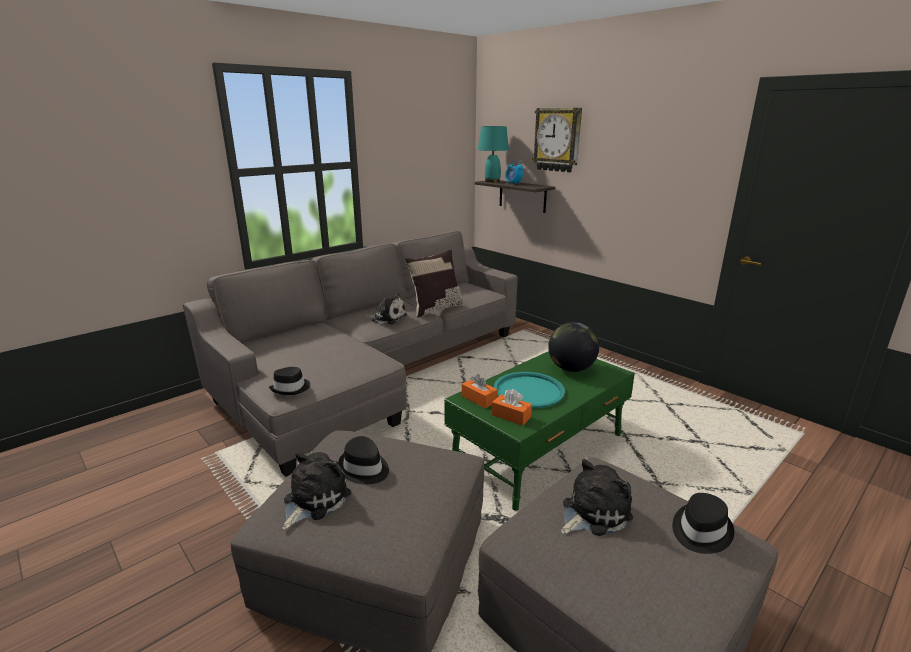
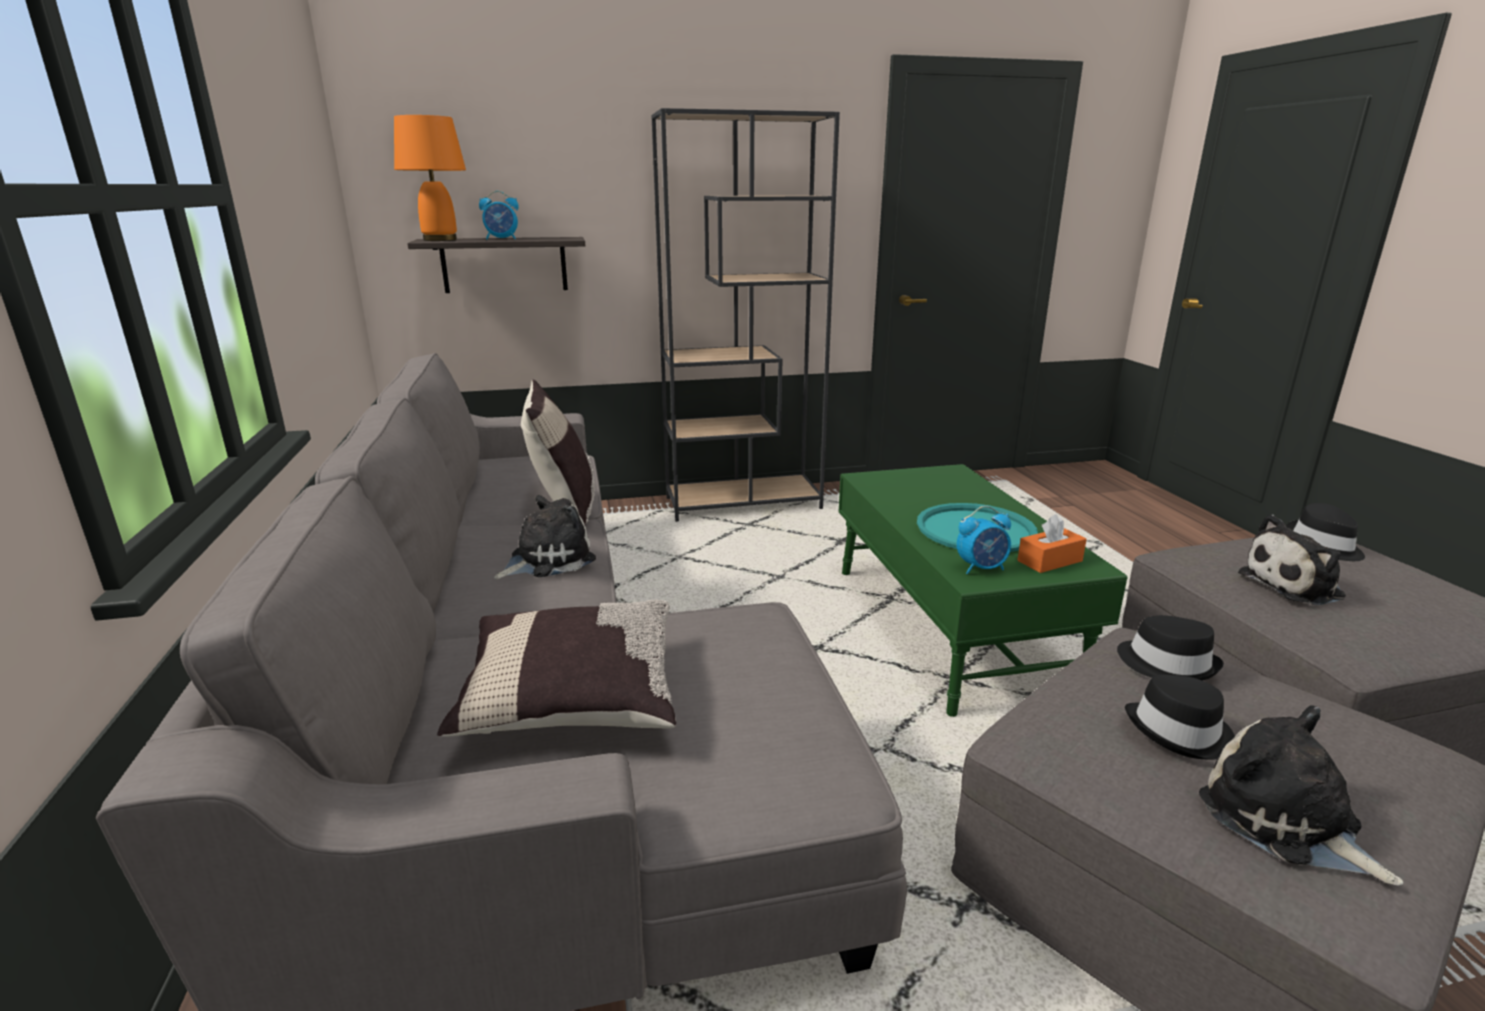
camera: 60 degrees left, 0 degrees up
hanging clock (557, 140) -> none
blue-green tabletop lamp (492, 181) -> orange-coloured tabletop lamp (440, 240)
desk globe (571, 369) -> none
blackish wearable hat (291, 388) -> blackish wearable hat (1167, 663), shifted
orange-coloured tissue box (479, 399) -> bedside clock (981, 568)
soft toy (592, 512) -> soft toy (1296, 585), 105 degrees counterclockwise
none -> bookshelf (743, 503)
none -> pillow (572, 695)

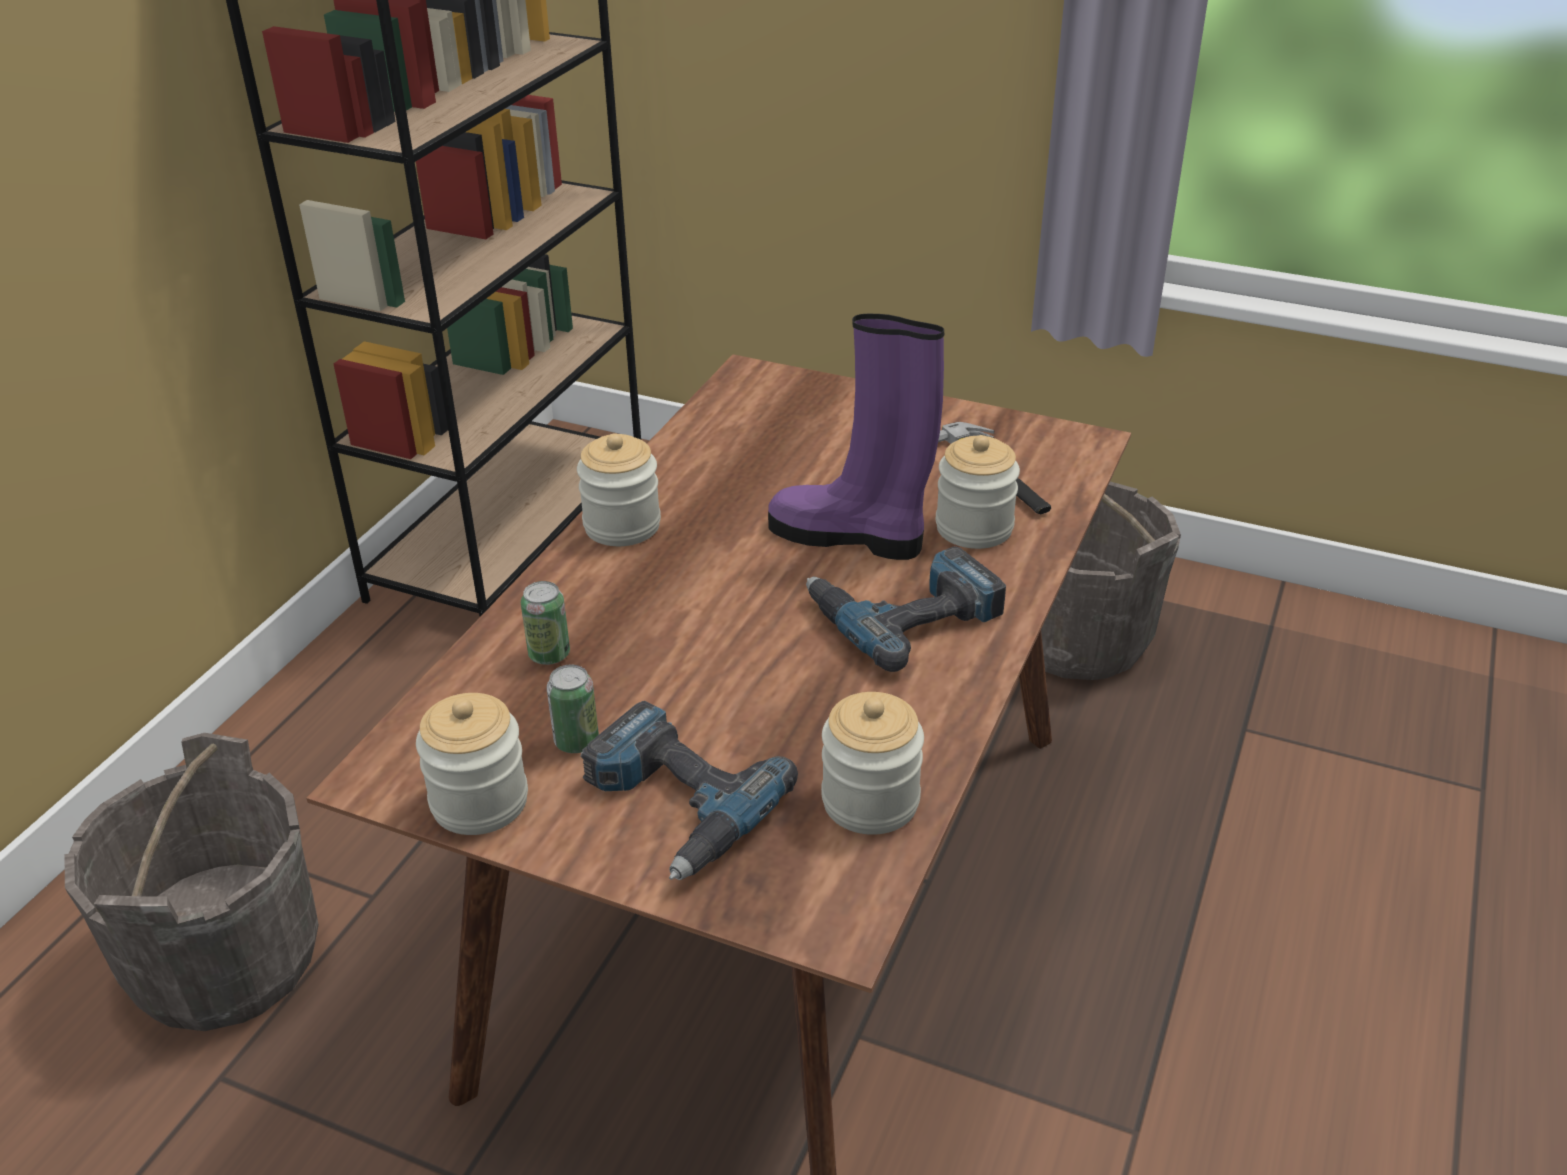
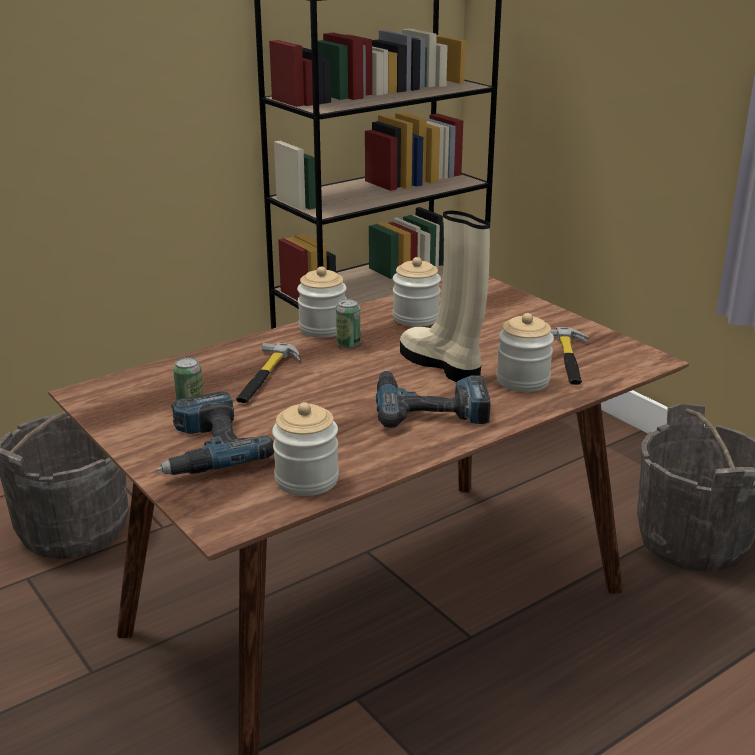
camera: 30 degrees right, 10 degrees down
purplish high-top boot (850, 536) -> sand-coloured high-top boot (442, 365)
sealed can (549, 654) -> sealed can (348, 344), shifted
storage jar (479, 802) -> storage jar (416, 318), shifted
none -> hammer (265, 377)

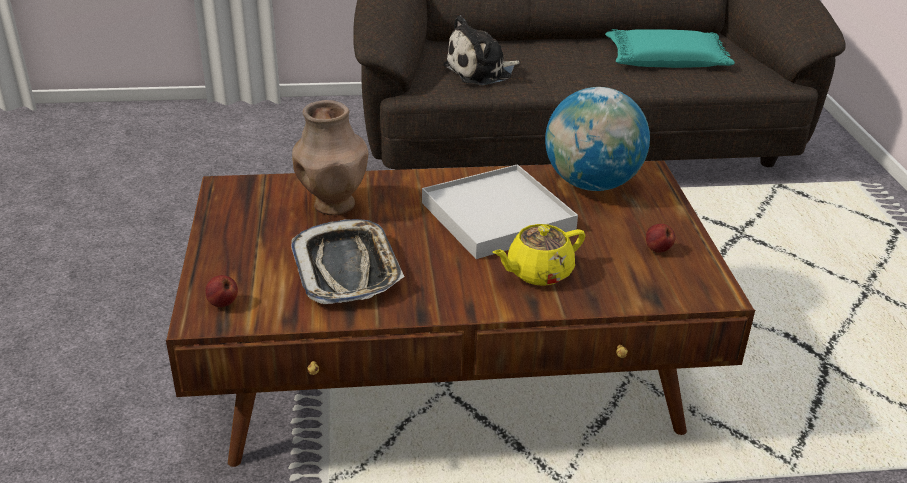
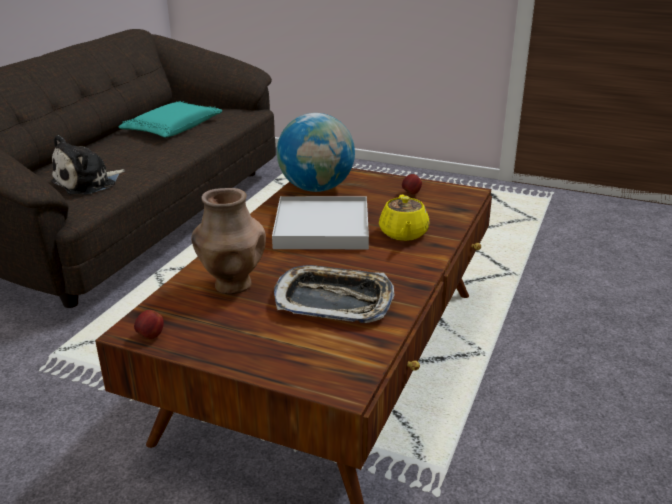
camera: 60 degrees left, 5 degrees down
soft toy (481, 72) -> soft toy (88, 183), 45 degrees clockwise
whole apple (222, 303) -> whole apple (150, 336), shifted

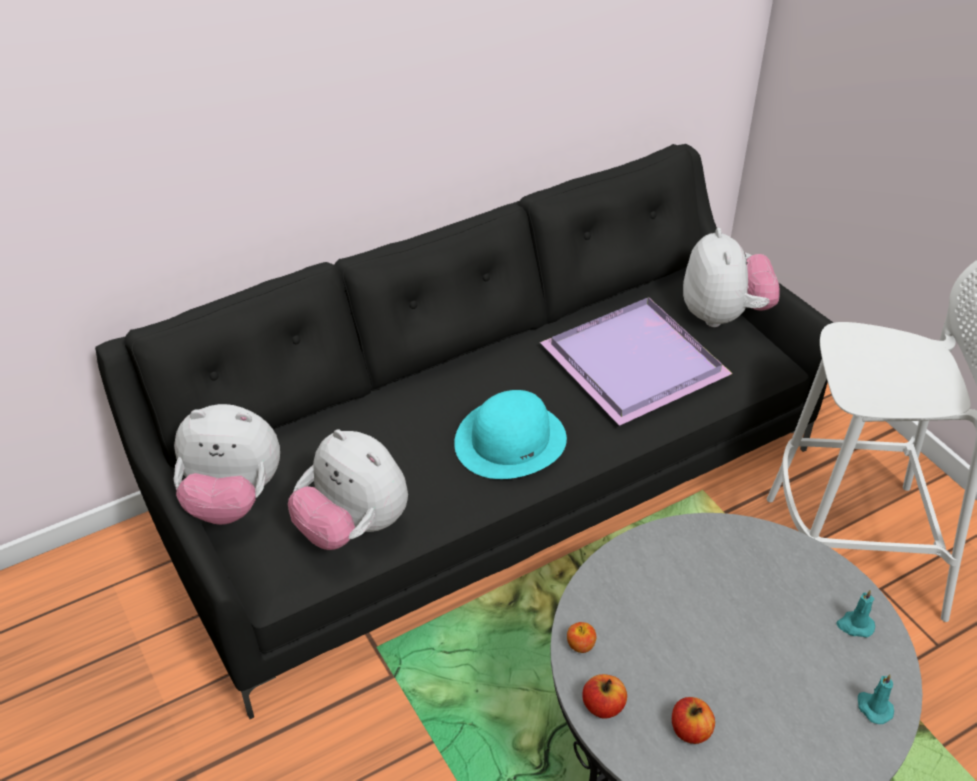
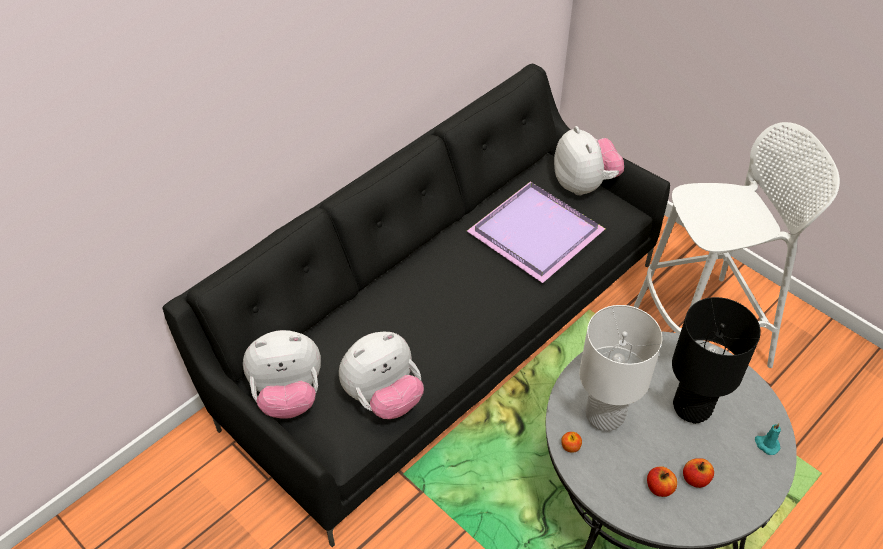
camera: 15 degrees left, 5 degrees up
blue-green wearable hat (510, 440) -> none
soft toy (352, 527) -> soft toy (383, 397), 60 degrees counterclockwise
blue-green candle (855, 625) -> none
whole apple (603, 706) -> whole apple (695, 479), shifted
none -> blackish tabletop lamp (690, 410)
none -> whitish tabletop lamp (604, 417)

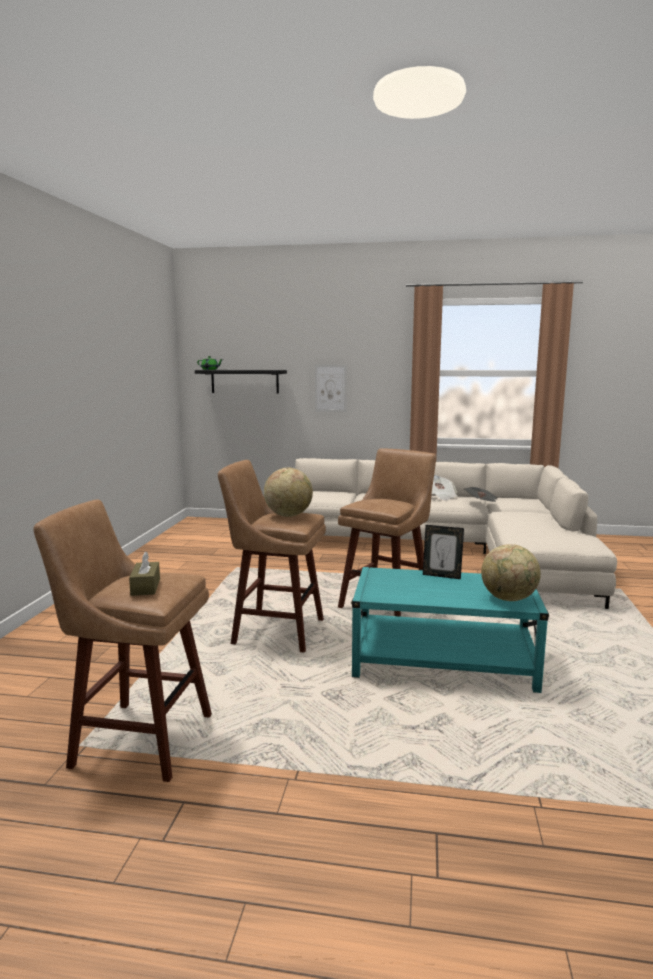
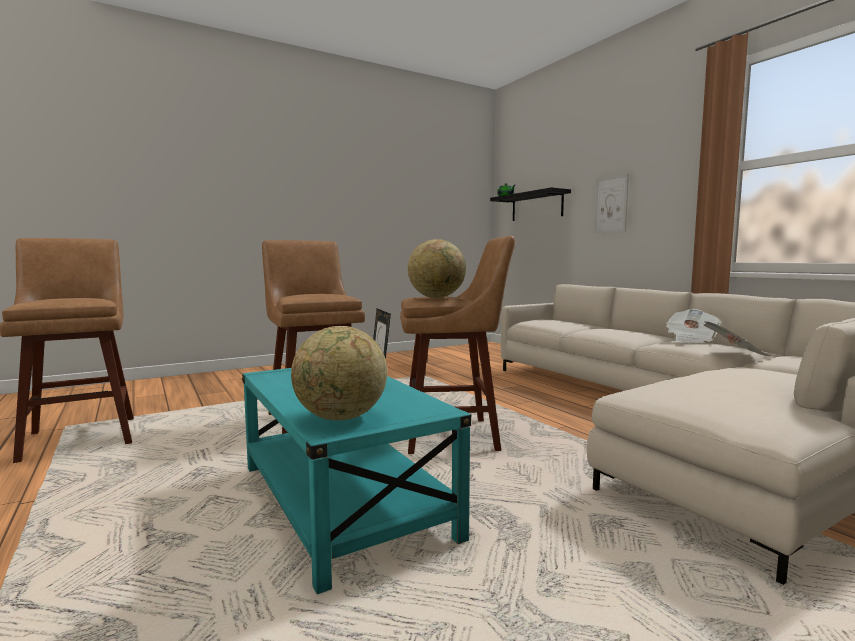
camera: 50 degrees right, 5 degrees down
desk globe (288, 515) -> desk globe (437, 297), shifted
brownish tissue box (145, 587) -> none

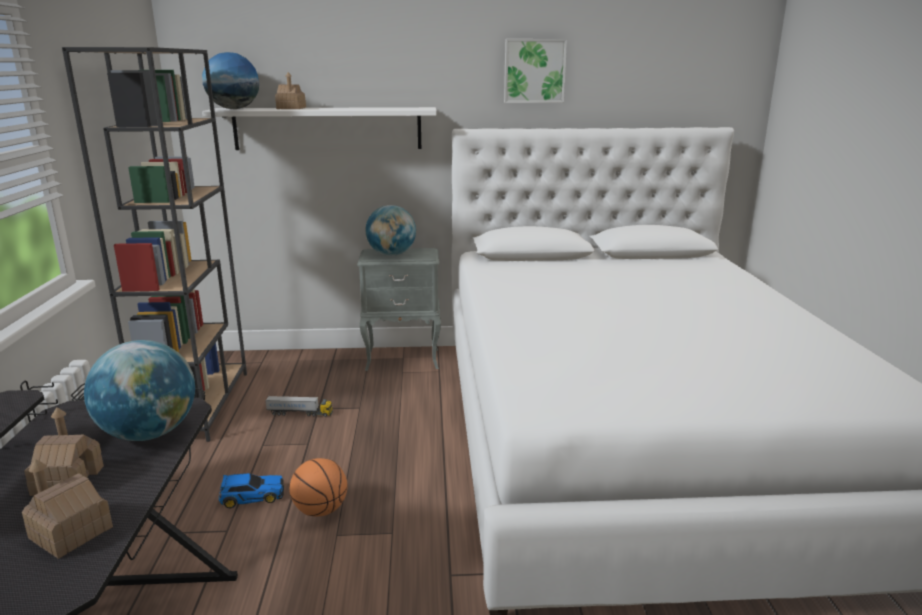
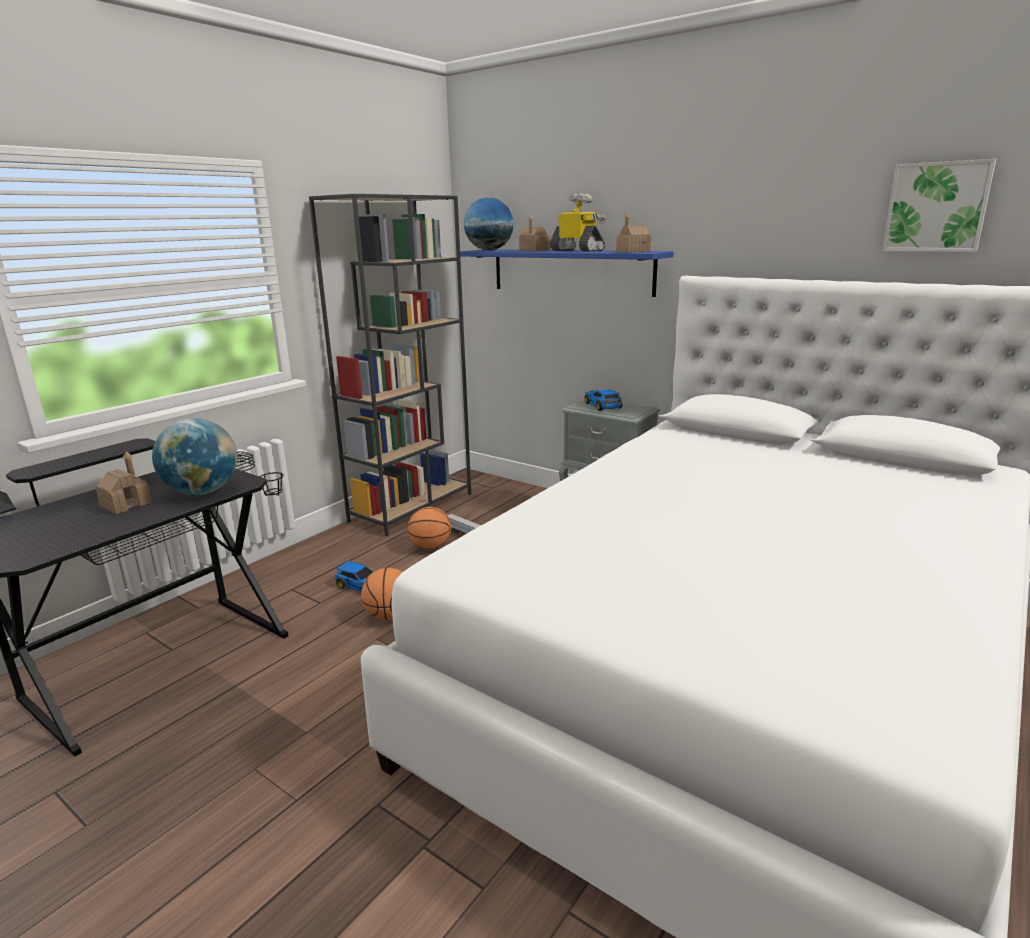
camera: 40 degrees right, 0 degrees up
wall picture (534, 71) -> wall picture (936, 207), shifted
whitish wall shelf (327, 128) -> bluish wall shelf (570, 271)
desk globe (391, 254) -> miniature car (602, 406)
miniature house (71, 533) -> miniature house (632, 251), shifted
none -> toy robot (578, 250)
none -> basketball (430, 547)

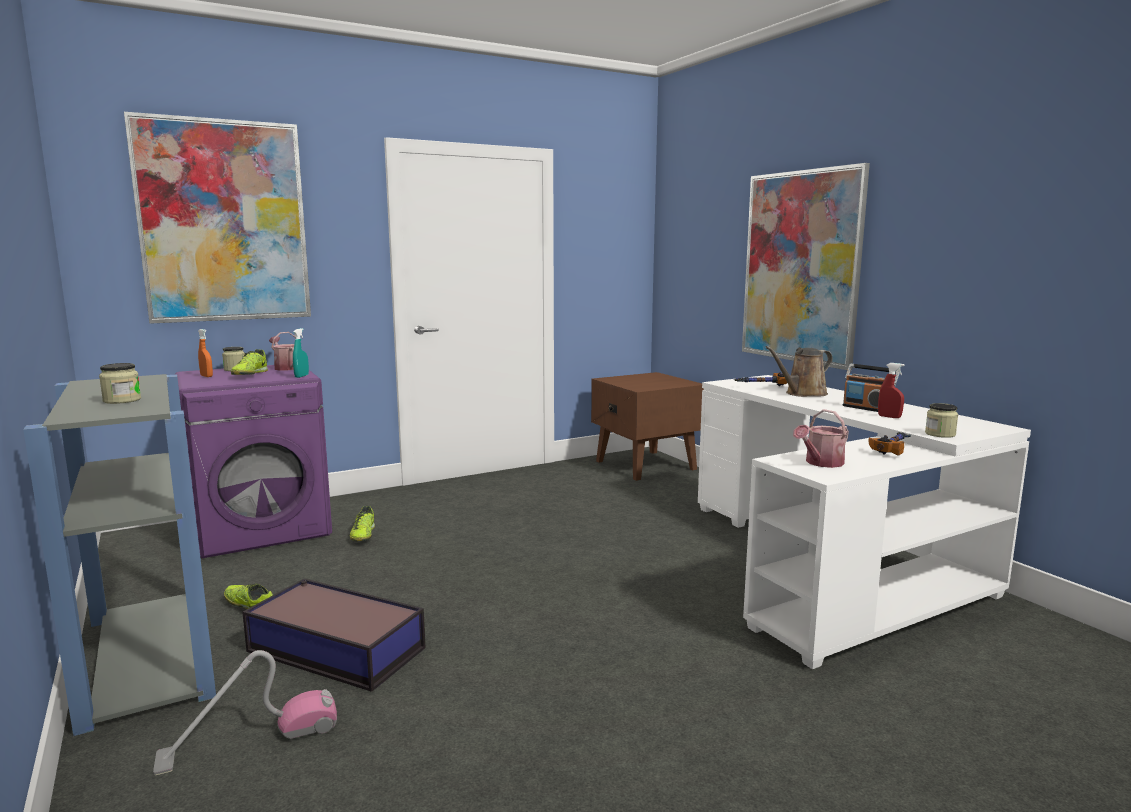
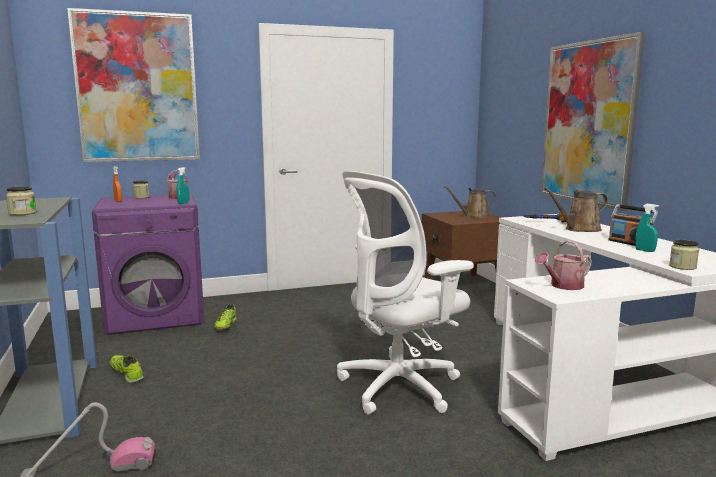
camera: 10 degrees right, 0 degrees up
shoe (249, 375) -> none
red-coloured hand sprayer (889, 417) -> blue-green hand sprayer (645, 251)
hammer (892, 448) -> none
storage bin (335, 648) -> none
none -> whitish desk chair (403, 383)
none -> brownish sprinkling can (473, 216)

